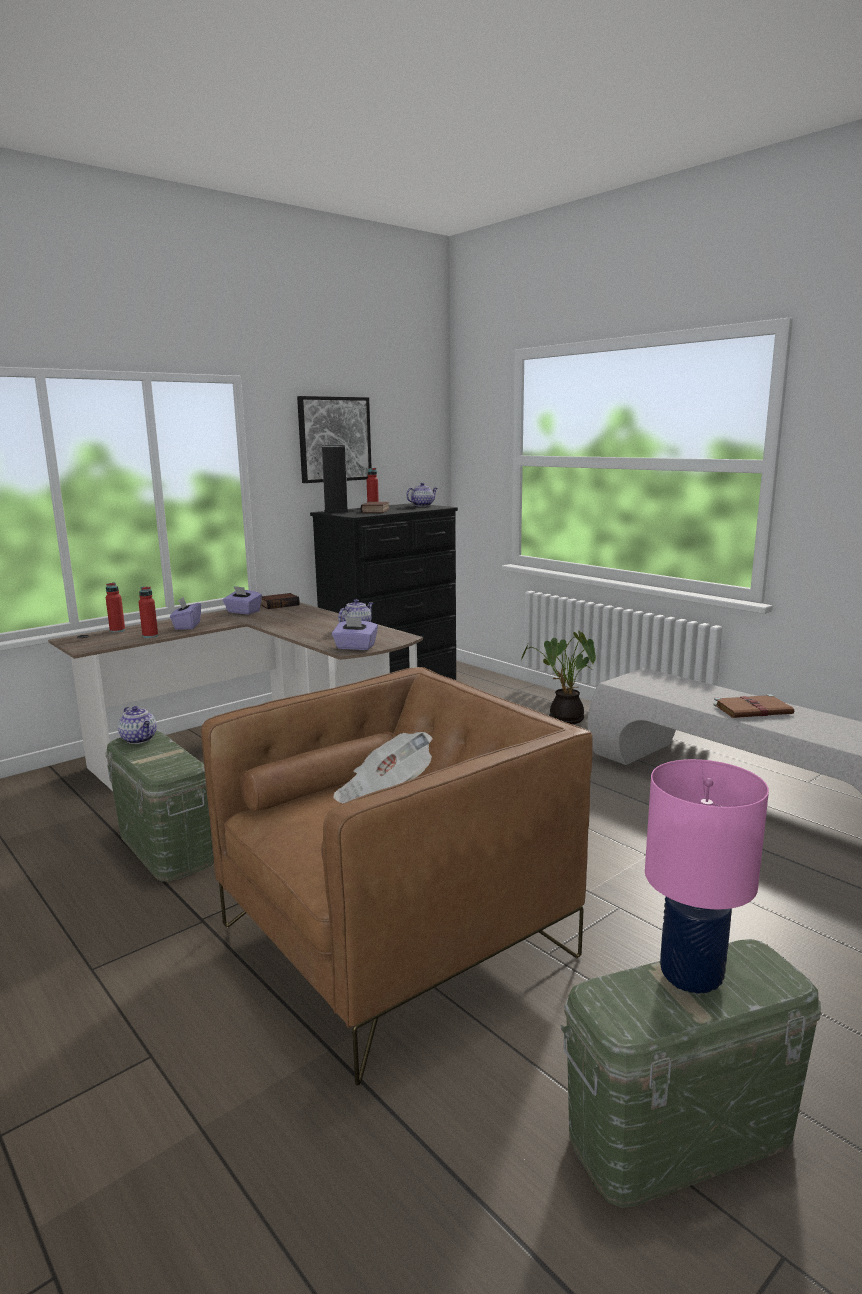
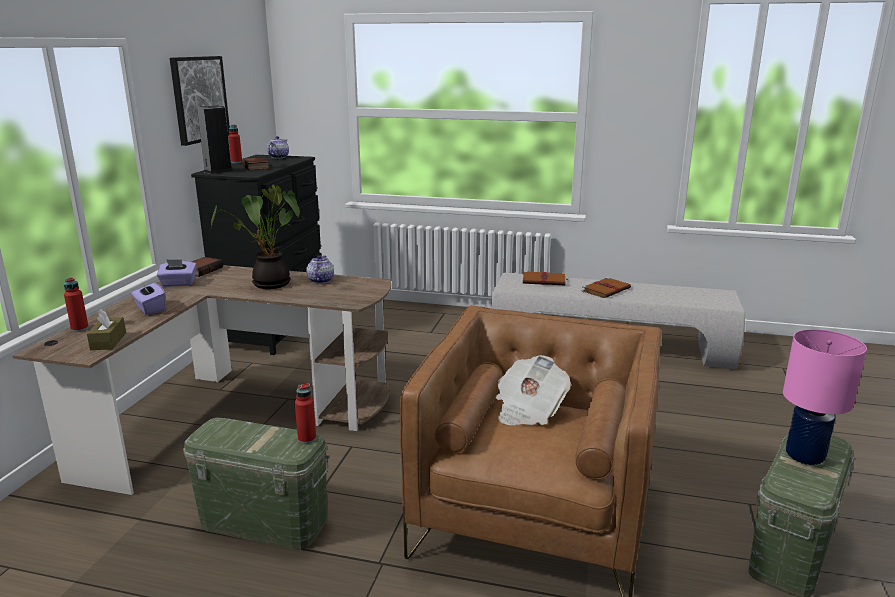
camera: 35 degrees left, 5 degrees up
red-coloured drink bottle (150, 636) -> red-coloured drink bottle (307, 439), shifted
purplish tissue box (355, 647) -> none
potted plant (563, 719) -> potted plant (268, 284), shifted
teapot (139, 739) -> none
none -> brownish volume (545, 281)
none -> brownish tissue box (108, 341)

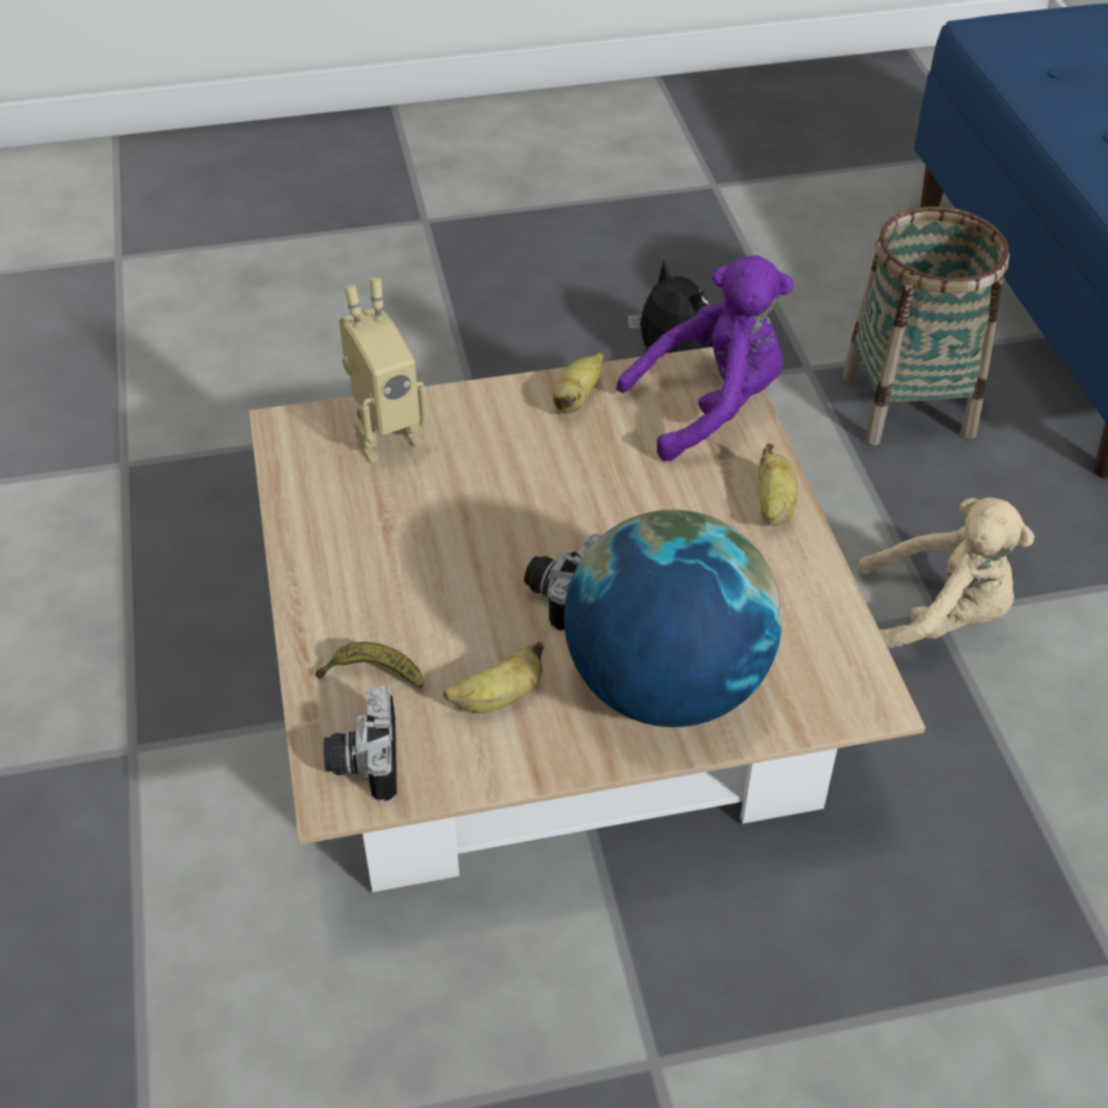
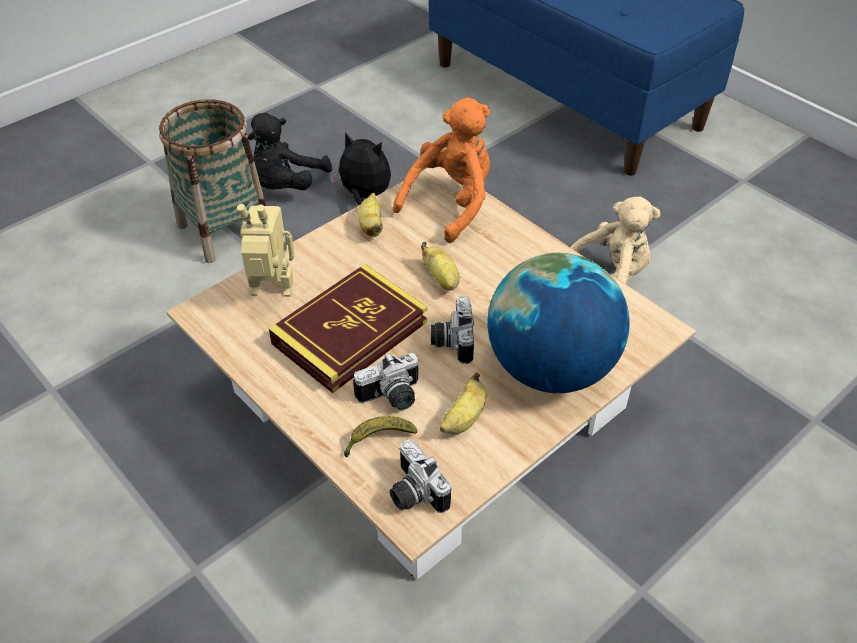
camera: 30 degrees left, 0 degrees up
storage basket (908, 405) -> storage basket (224, 230), shifted
purplish soft toy (710, 407) -> orange-coloured soft toy (451, 203)
toy robot (385, 437) -> toy robot (271, 293), 120 degrees counterclockwise
banana (774, 507) -> banana (442, 279), shifted
none -> blackish soft toy (286, 185)
none -> volume (350, 333)
none -> photo camera (392, 398)

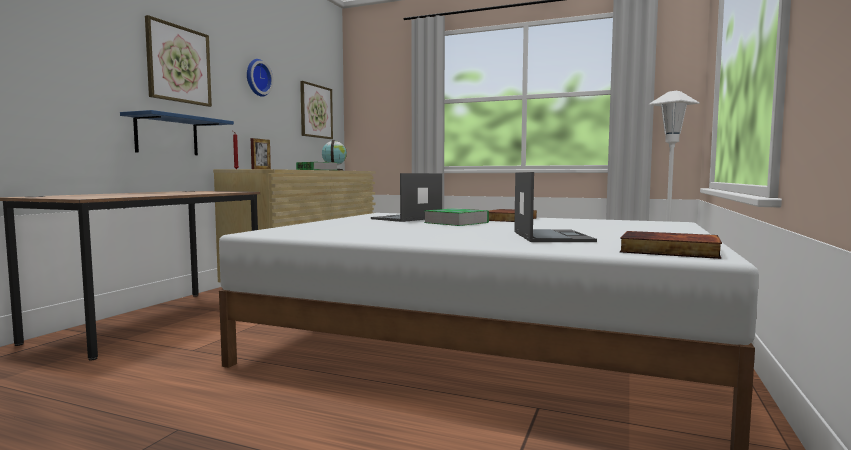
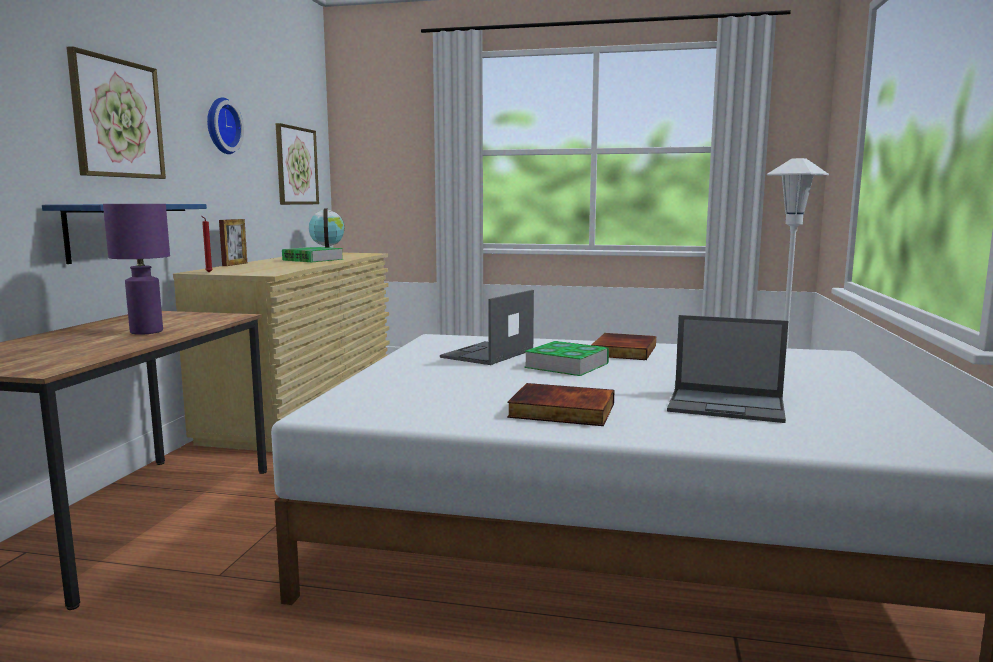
camera: 10 degrees left, 5 degrees up
notebook computer (551, 236) -> notebook computer (727, 405), 120 degrees clockwise
volume (668, 250) -> volume (561, 411), shifted
none -> purplish tabletop lamp (147, 332)

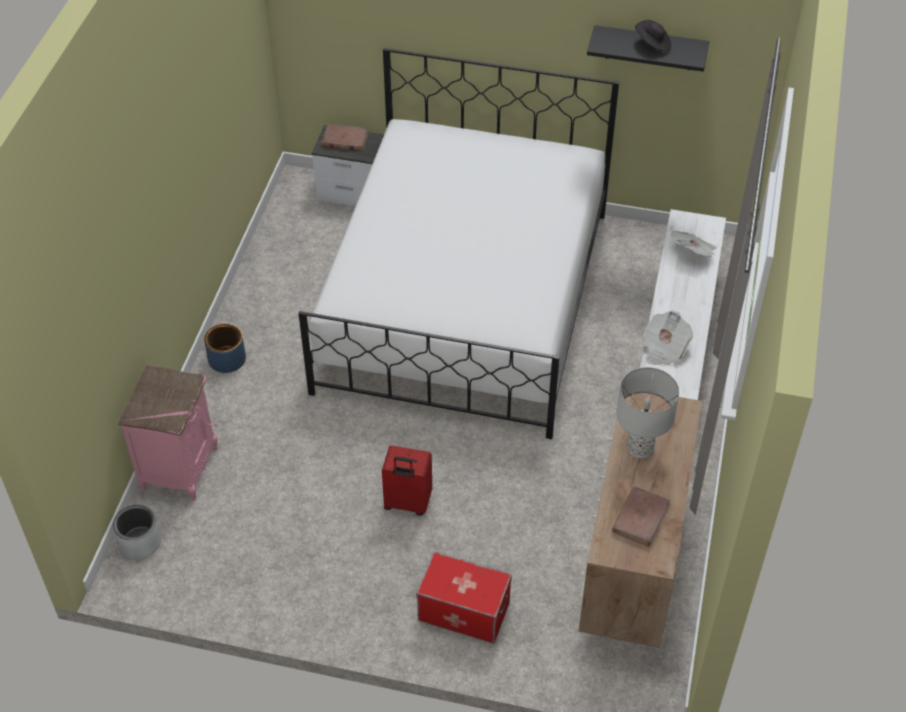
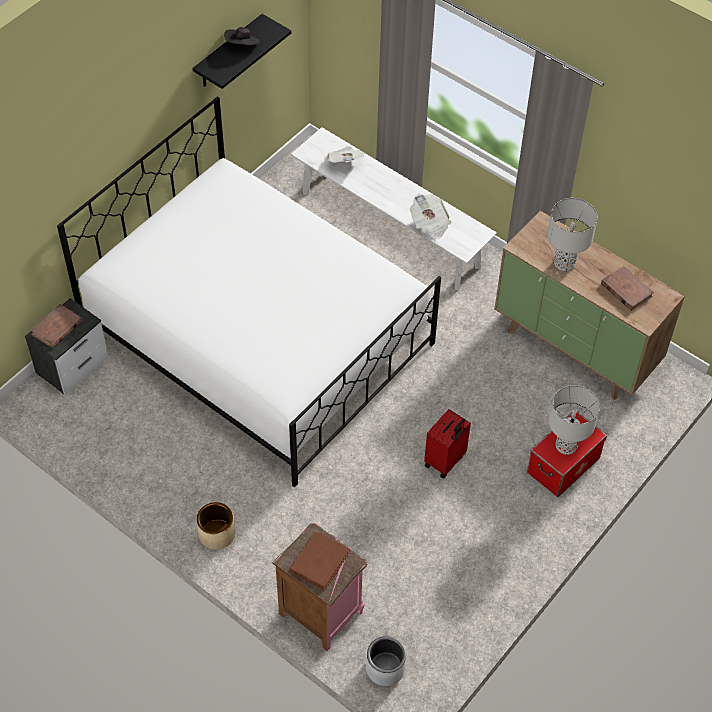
camera: 65 degrees left, 5 degrees up
bluish plant pot (227, 360) -> sand-coloured plant pot (217, 534)
none -> whitish tabletop lamp (565, 445)
none -> brownish volume (319, 562)

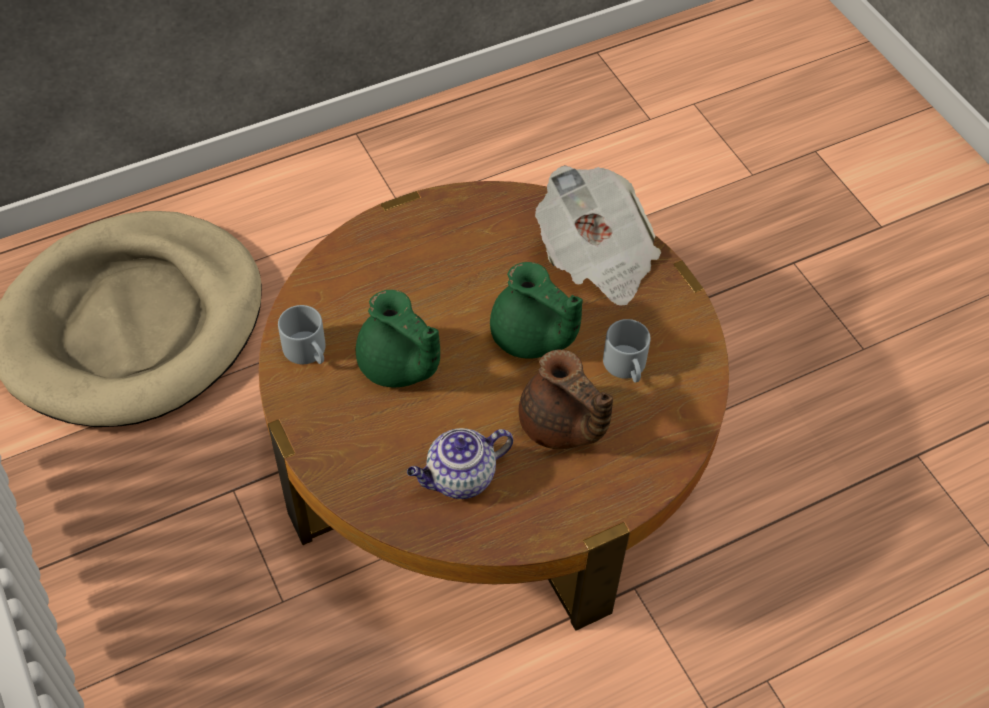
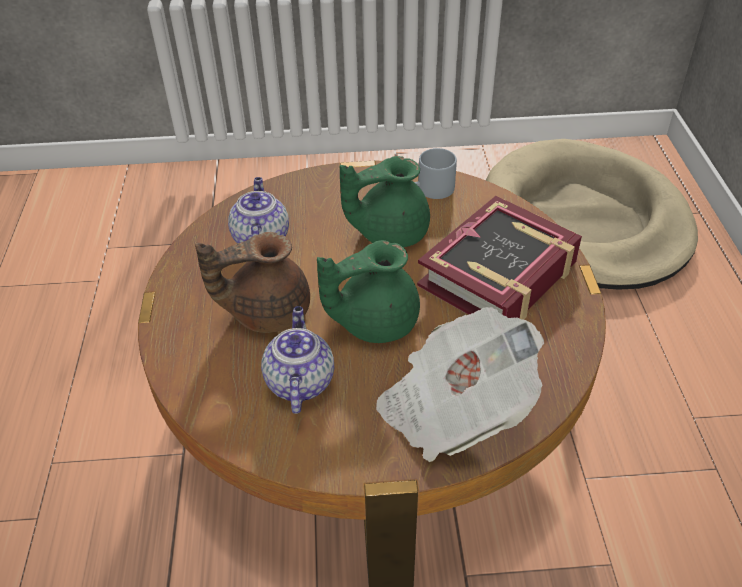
camera: 115 degrees right, 10 degrees down
grey coffee mug (627, 367) -> teapot (299, 381)
none -> volume (499, 275)

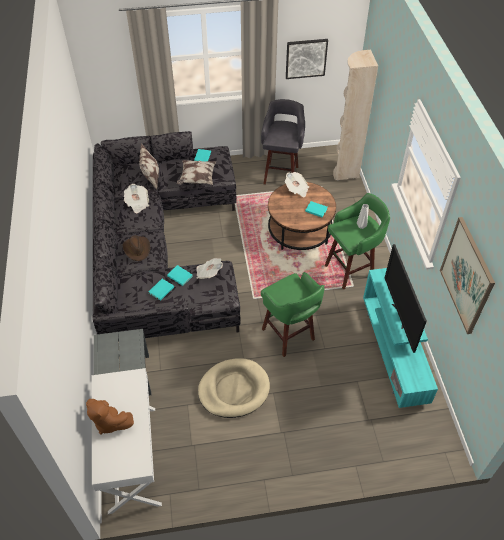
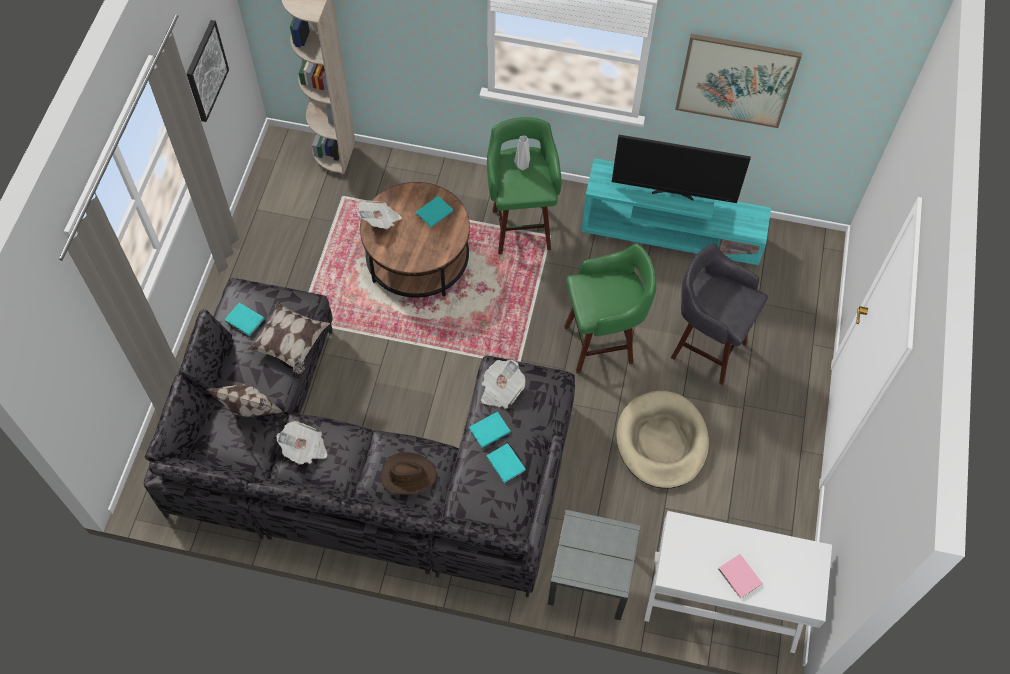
camera: 70 degrees left, 10 degrees up
grey sitting stool (281, 174) -> grey sitting stool (705, 348), shifted
brownish soft toy (109, 422) -> pink volume (739, 577)

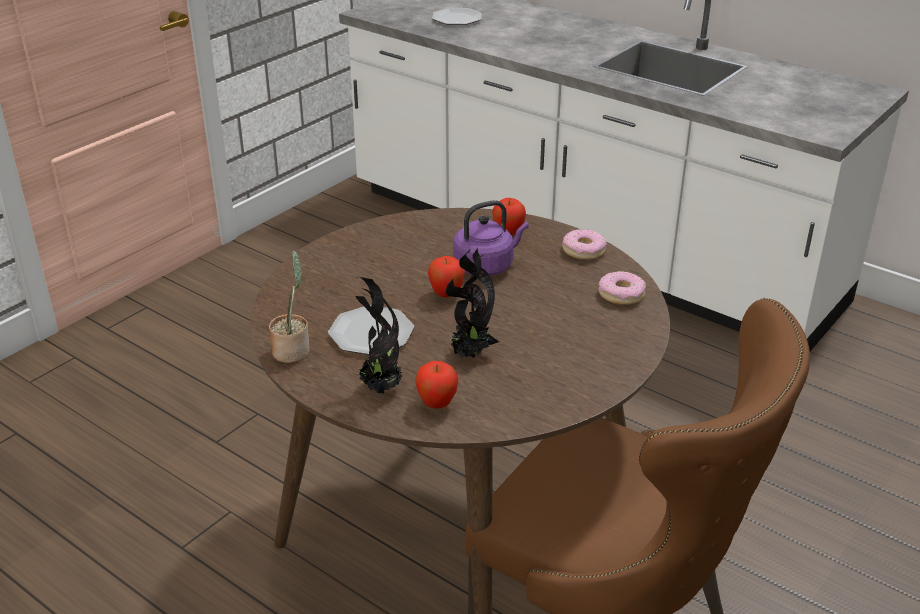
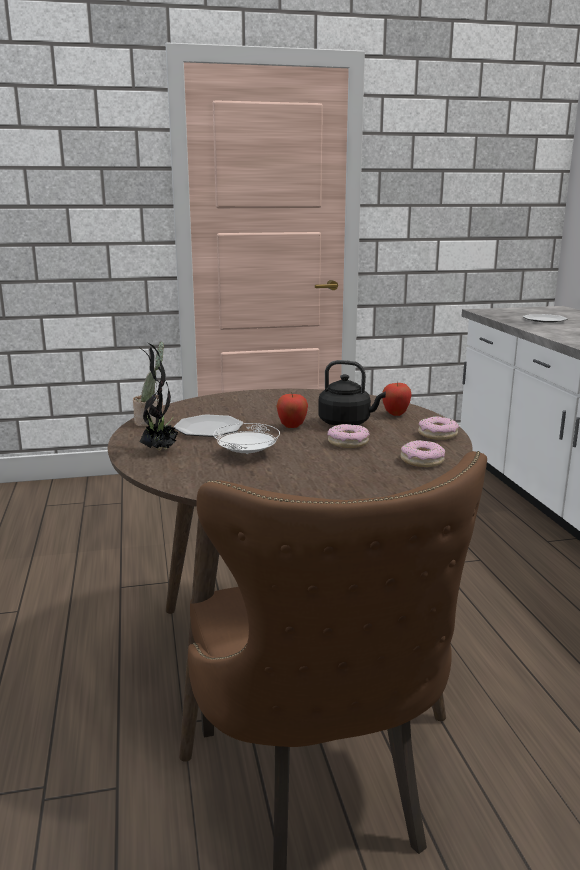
camera: 40 degrees right, 15 degrees down
purplish water kettle (486, 266) -> blackish water kettle (347, 423)
potted plant (470, 354) -> whitish dinner plate (247, 454)
whole apple (437, 404) -> none
none -> donut (348, 442)

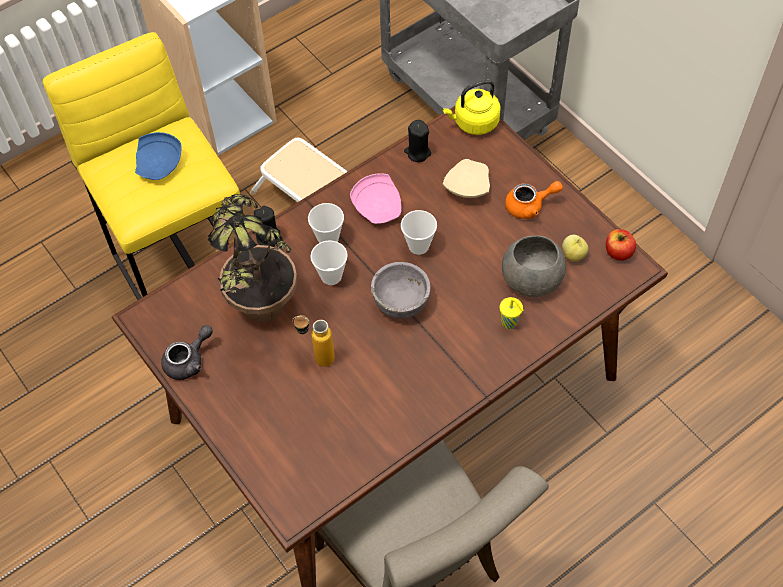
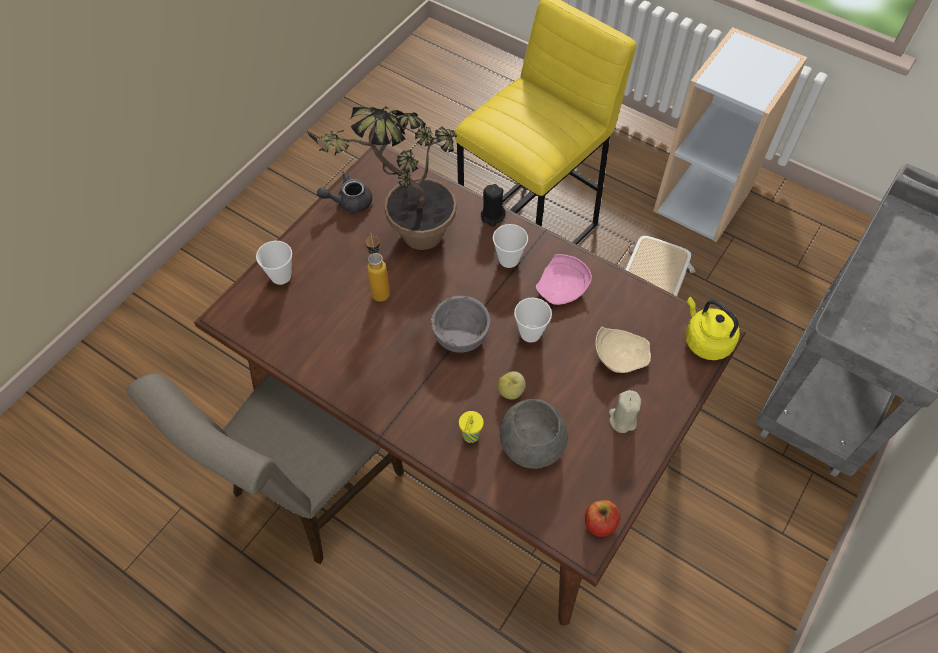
camera: 70 degrees right, 0 degrees up
blackish candle (417, 152) -> none
bluish dinner plate (160, 164) -> none
orange-coloured teapot (529, 206) -> sand-coloured candle (622, 419)
whole apple (573, 255) -> whole apple (511, 391), shifted
drinking cup (331, 276) -> drinking cup (281, 276), shifted
grey teapot (189, 361) -> grey teapot (349, 202), 135 degrees clockwise

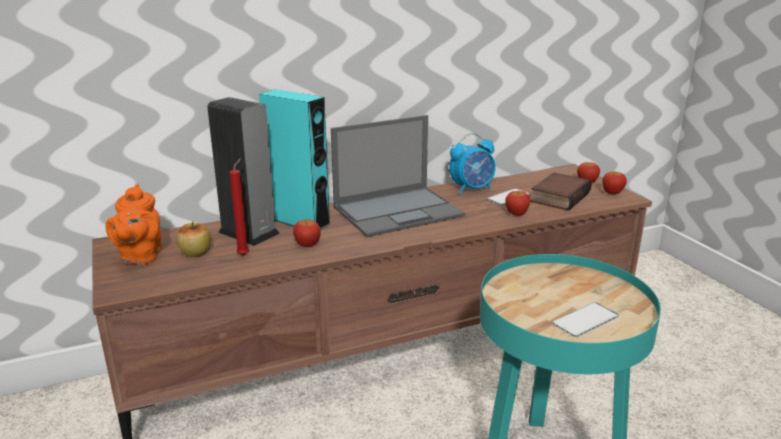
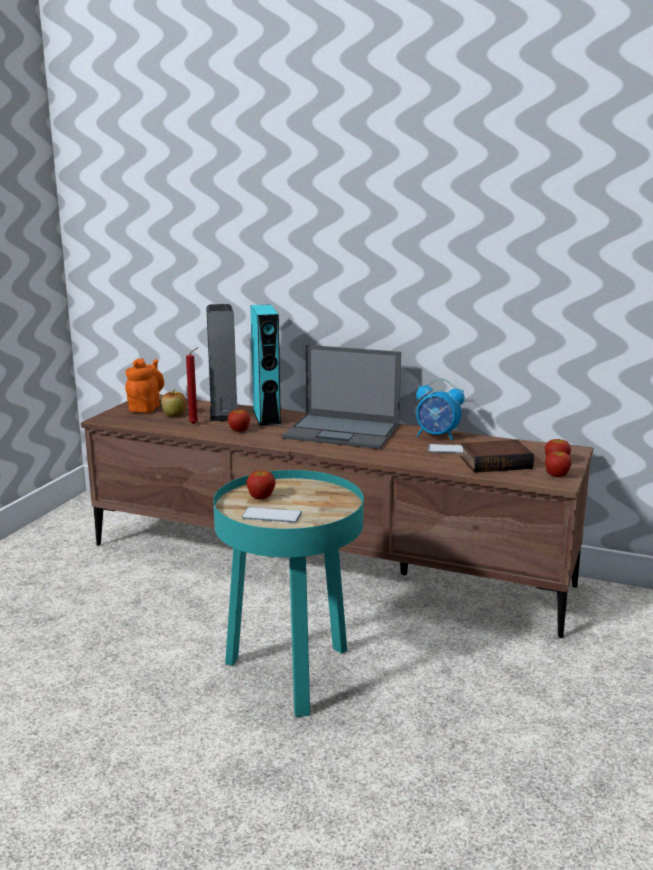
camera: 45 degrees right, 5 degrees down
orange-coloured teapot (140, 257) -> orange-coloured teapot (146, 408), 150 degrees clockwise
whole apple (516, 213) -> whole apple (261, 497), shifted

